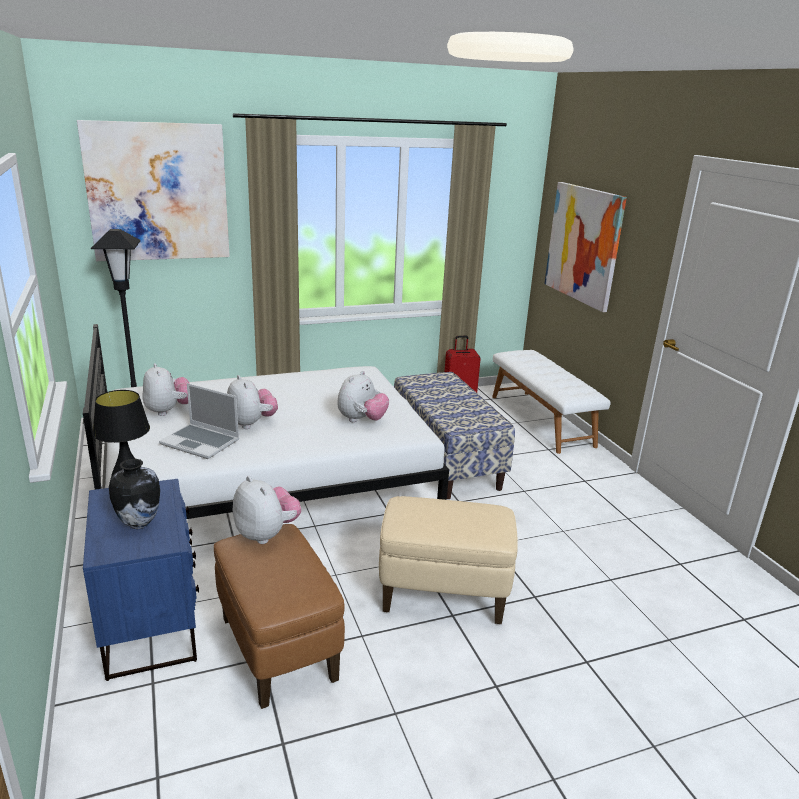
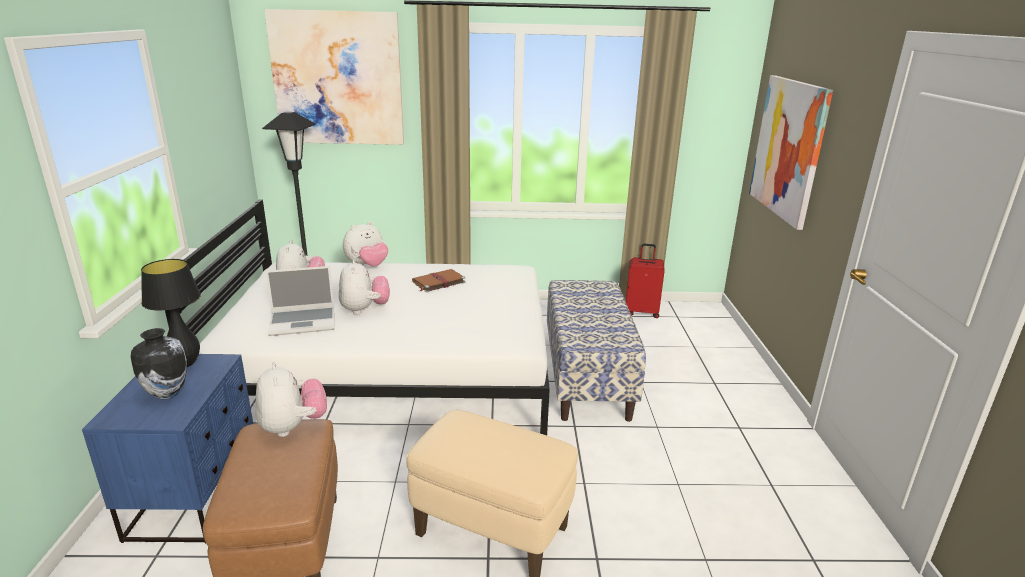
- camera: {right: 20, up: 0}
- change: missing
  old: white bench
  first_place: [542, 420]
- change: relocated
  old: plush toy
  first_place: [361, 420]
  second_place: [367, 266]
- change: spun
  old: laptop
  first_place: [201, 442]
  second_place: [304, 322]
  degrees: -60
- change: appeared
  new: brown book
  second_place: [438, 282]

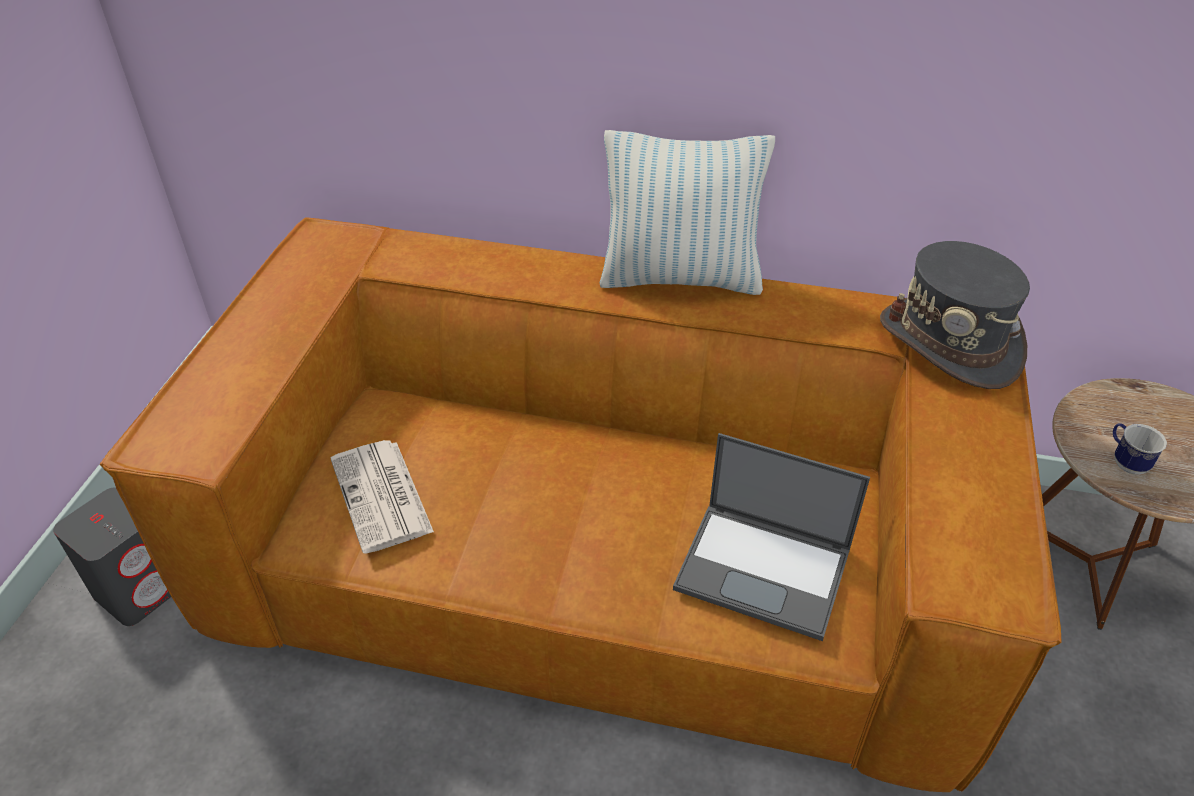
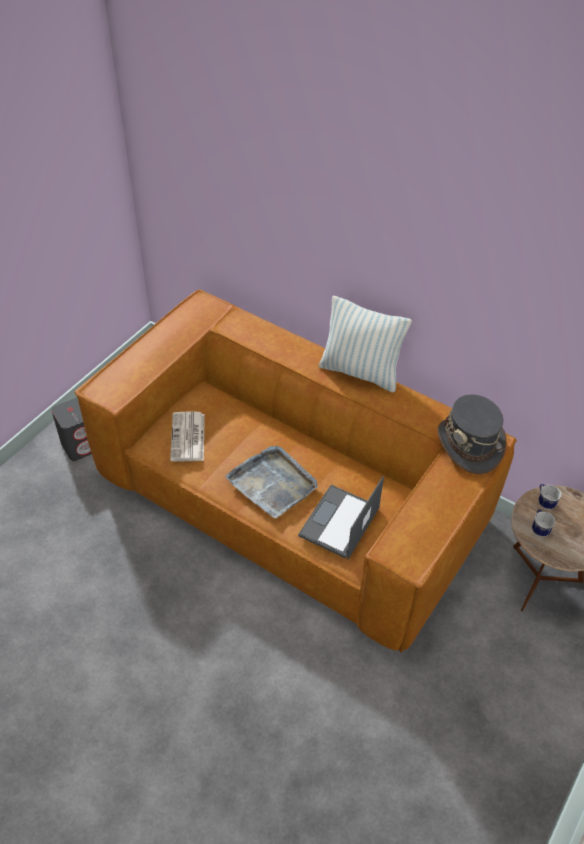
- camera: {right: 20, up: 5}
- change: spun
  old: laptop
  first_place: [765, 569]
  second_place: [339, 523]
  degrees: 75
- change: appeared
  new: grey tray
  second_place: [273, 483]
- change: appeared
  new: mug
  second_place: [544, 502]

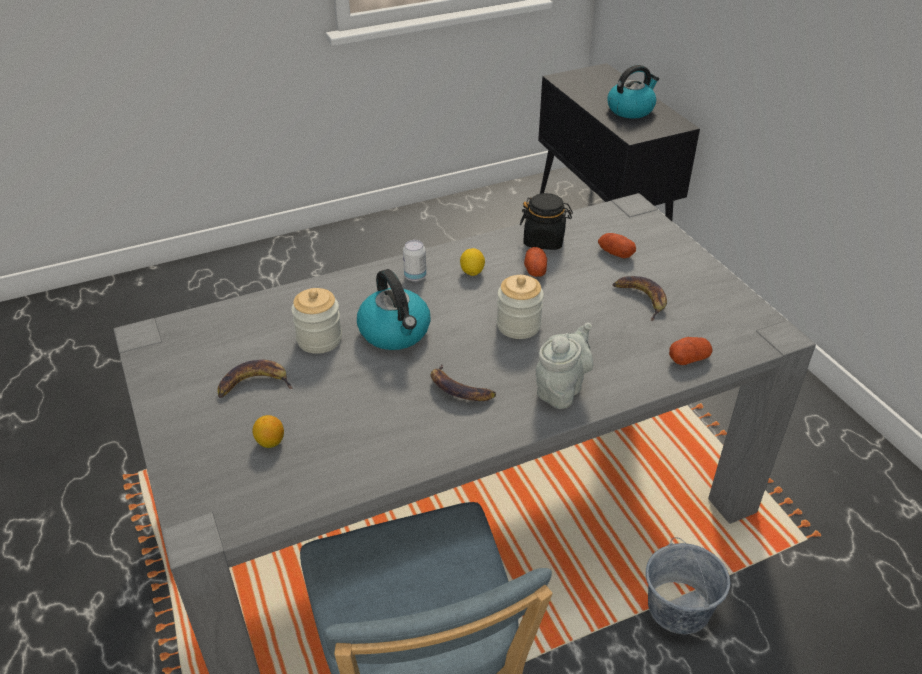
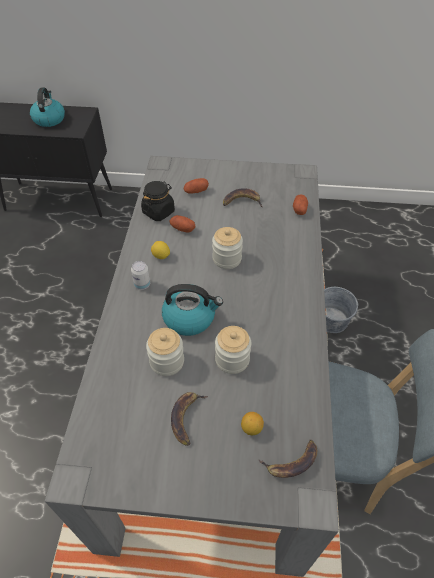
- camera: {right: -60, up: 10}
- change: missing
  old: grey teapot
  first_place: [561, 389]
- change: relocated
  old: banana
  first_place: [459, 389]
  second_place: [291, 462]
- change: appeared
  new: jar
  second_place: [232, 359]

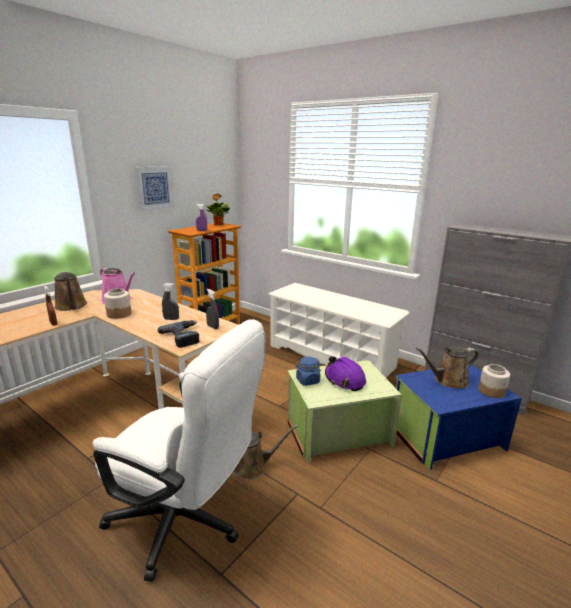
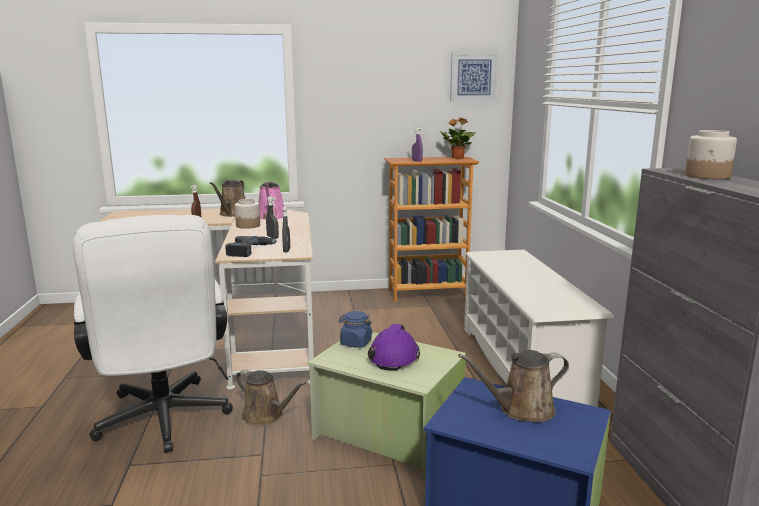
- camera: {right: 45, up: -5}
- change: relocated
  old: picture
  first_place: [154, 188]
  second_place: [473, 77]
- change: spun
  old: brown watering can
  first_place: [448, 381]
  second_place: [521, 410]
  degrees: -45
- change: relocated
  old: jar
  first_place: [492, 391]
  second_place: [707, 176]

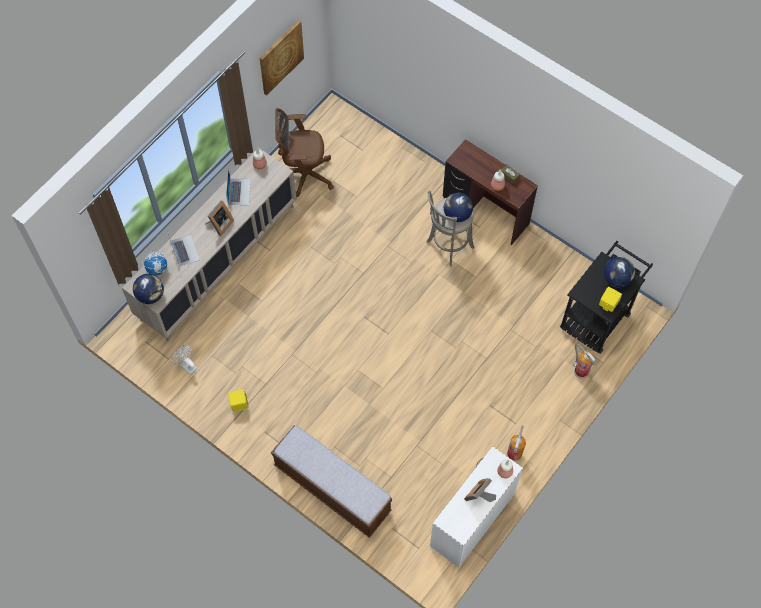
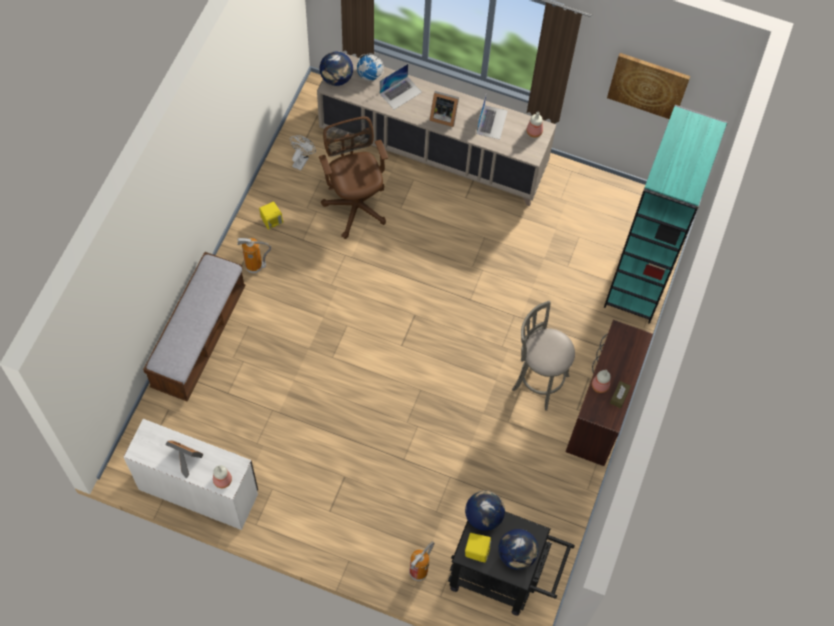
- camera: {right: 70, up: 0}
- change: relocated
  old: brown office chair
  first_place: [303, 174]
  second_place: [355, 203]
- change: spun
  old: laptop
  first_place: [239, 191]
  second_place: [492, 122]
  degrees: -60
- change: relocated
  old: globe
  first_place: [457, 214]
  second_place: [483, 516]
- change: relocated
  old: fire extinguisher
  first_place: [514, 454]
  second_place: [255, 267]
- change: appeared
  new: turquoise bookcase
  second_place: [640, 277]

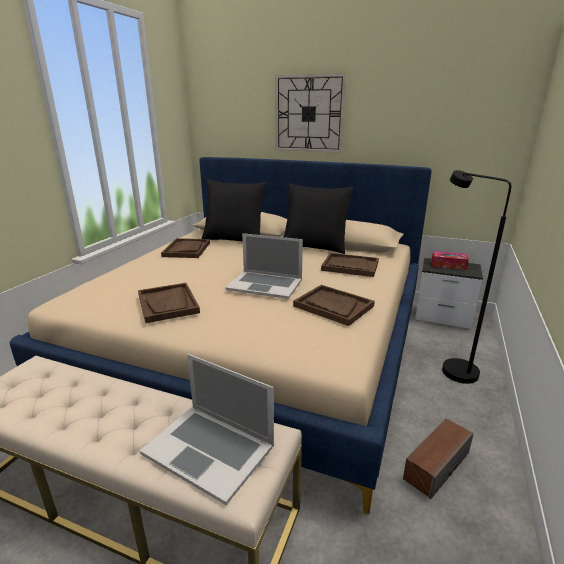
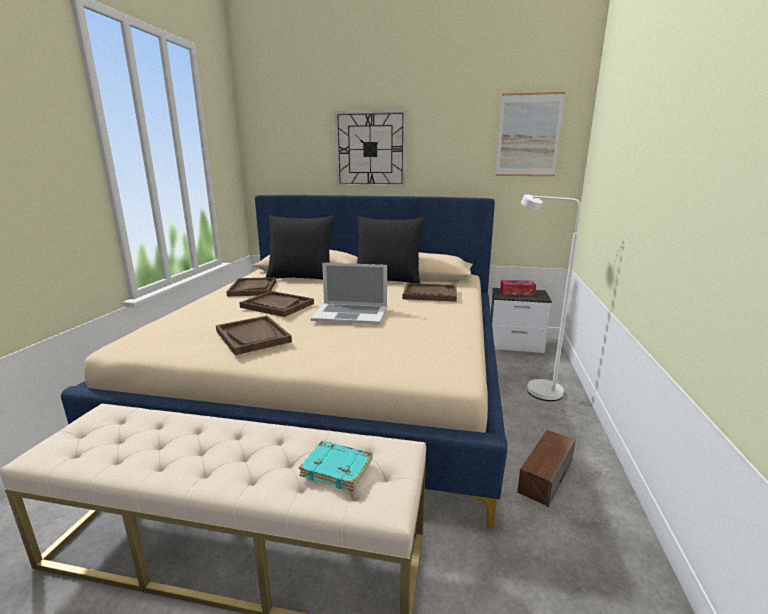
- camera: {right: -10, up: -5}
- change: colour
  old: black floor lamp
  new: white floor lamp
  first_place: [451, 367]
  second_place: [535, 388]
- change: relocated
  old: brown tray
  first_place: [333, 306]
  second_place: [277, 305]
- change: exchanged
  old: laptop
  new: turquoise book
  first_place: [209, 449]
  second_place: [338, 468]
- change: appeared
  new: picture
  second_place: [528, 135]

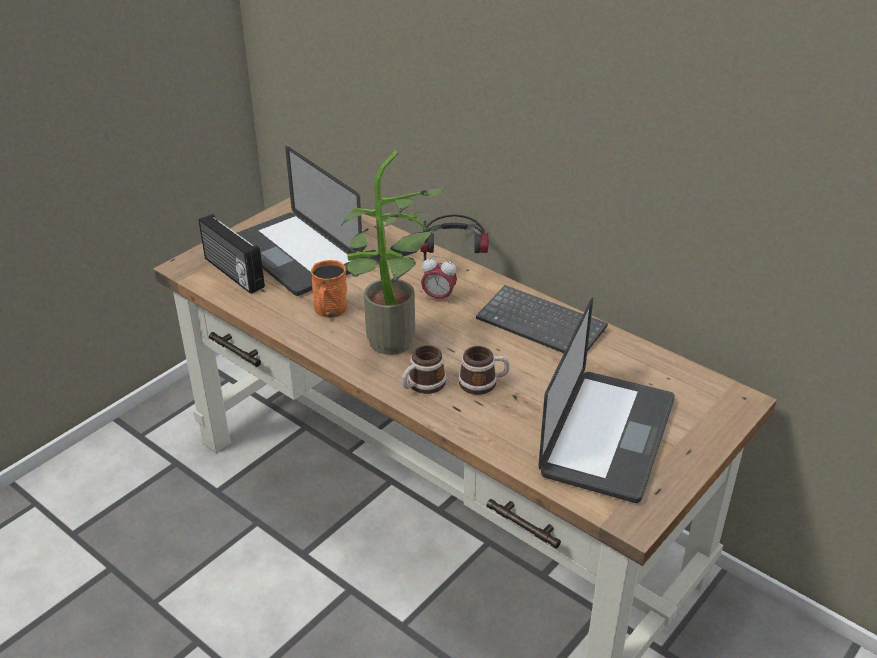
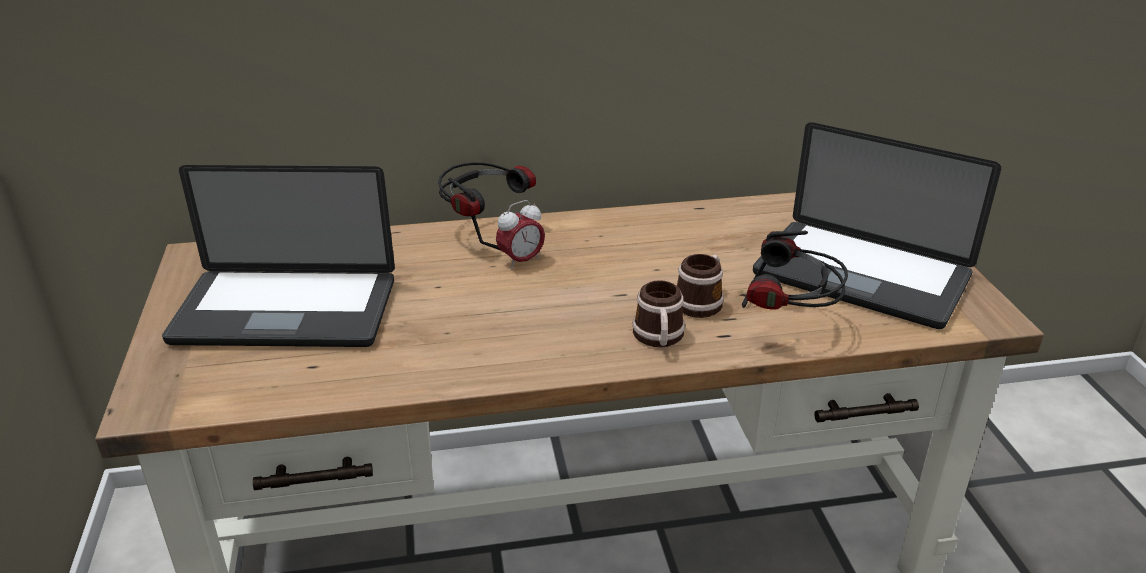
- camera: {right: -50, up: -5}
- change: missing
  old: potted plant
  first_place: [391, 345]
- change: missing
  old: radio
  first_place: [232, 273]
- change: missing
  old: orange mug
  first_place: [329, 311]
- change: missing
  old: keyboard
  first_place: [543, 324]
- change: spun
  old: laptop
  first_place: [608, 436]
  second_place: [861, 276]
  degrees: 150
- change: appeared
  new: headphones
  second_place: [787, 325]

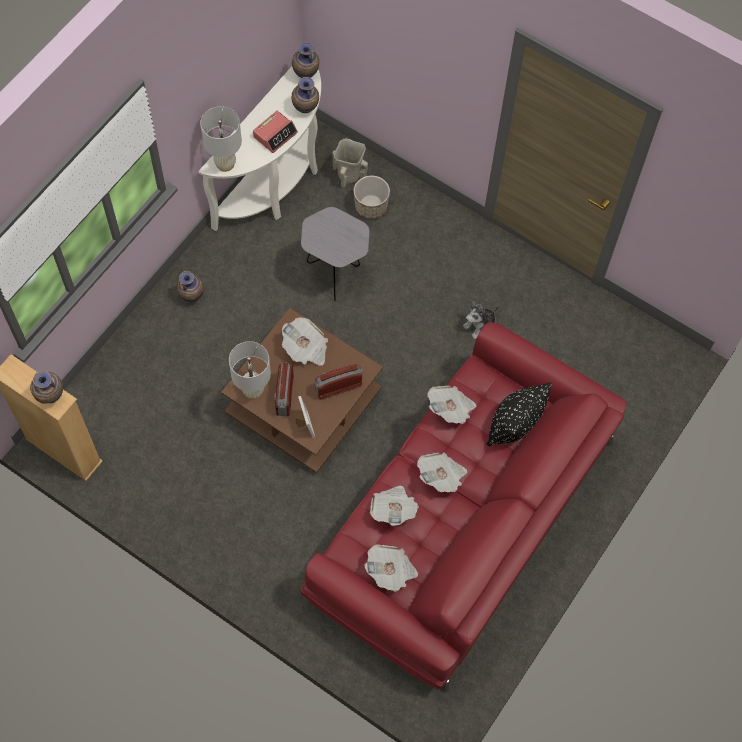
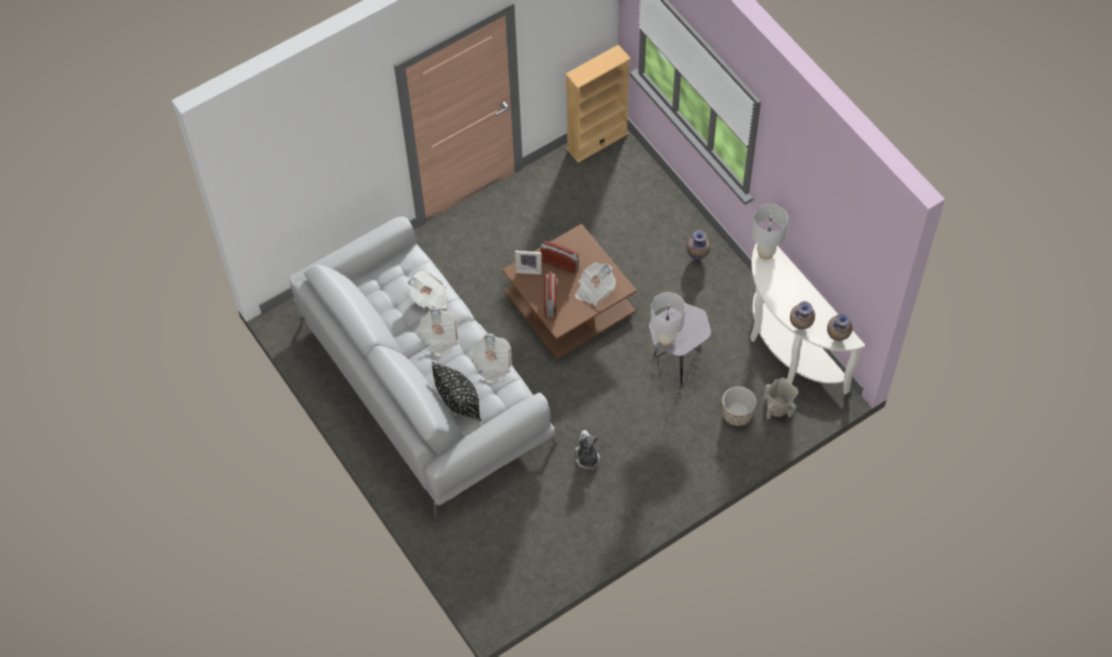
- camera: {right: 115, up: -5}
- change: missing
  old: alarm clock
  first_place: [275, 134]
- change: colour
  old: red sofa
  new: grey sofa
  first_place: [461, 520]
  second_place: [423, 381]
- change: relocated
  old: white table lamp
  first_place: [253, 391]
  second_place: [665, 338]
- change: missing
  old: vase
  first_place: [51, 398]
- change: missing
  old: newspaper
  first_place: [391, 571]

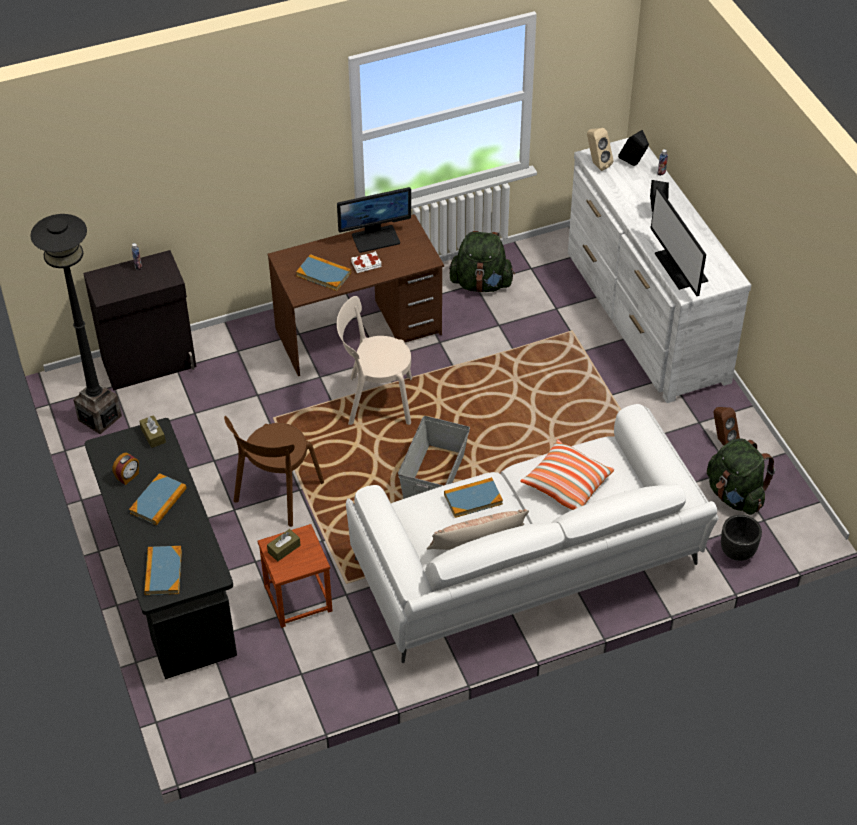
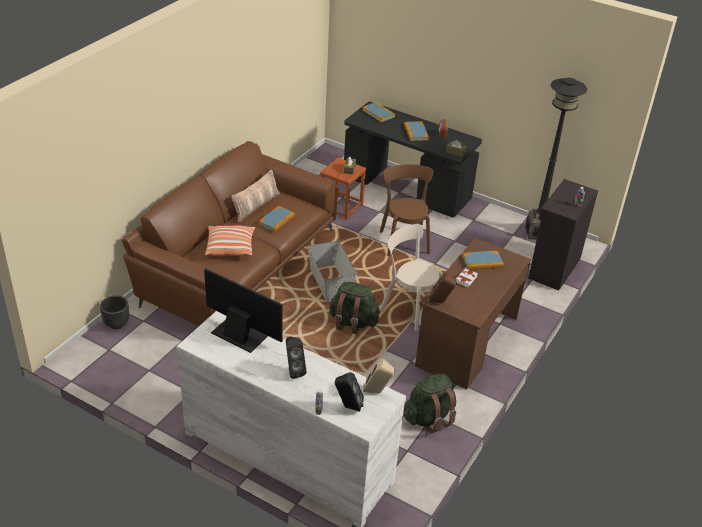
- camera: {right: 140, up: -10}
- change: missing
  old: monitor
  first_place: [376, 238]
- change: spun
  old: beige chair
  first_place: [376, 401]
  second_place: [408, 307]
  degrees: -105
- change: colour
  old: white sofa
  new: brown sofa
  first_place: [527, 567]
  second_place: [238, 265]
- change: relocated
  old: brown speaker
  first_place: [722, 440]
  second_place: [440, 302]
- change: relocated
  old: green backpack
  first_place: [735, 495]
  second_place: [352, 322]

